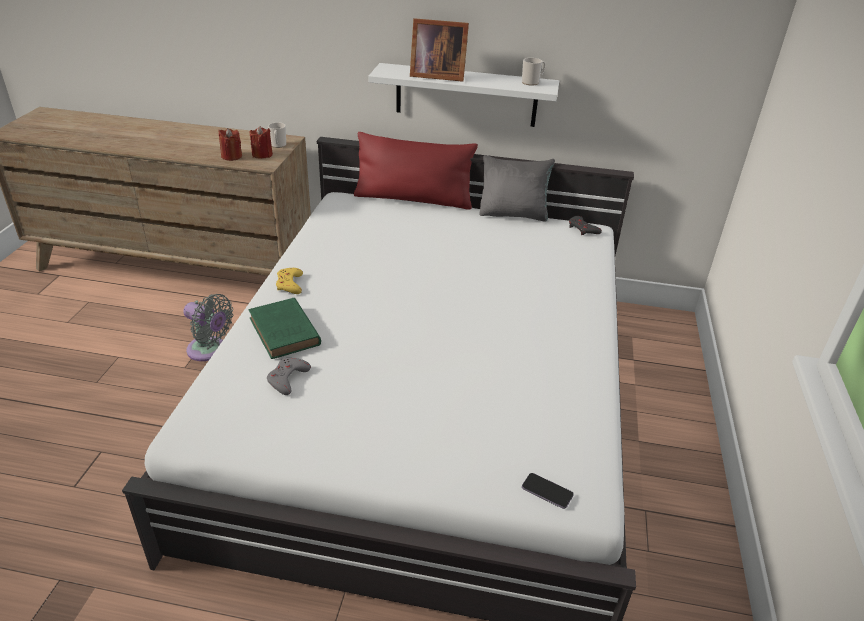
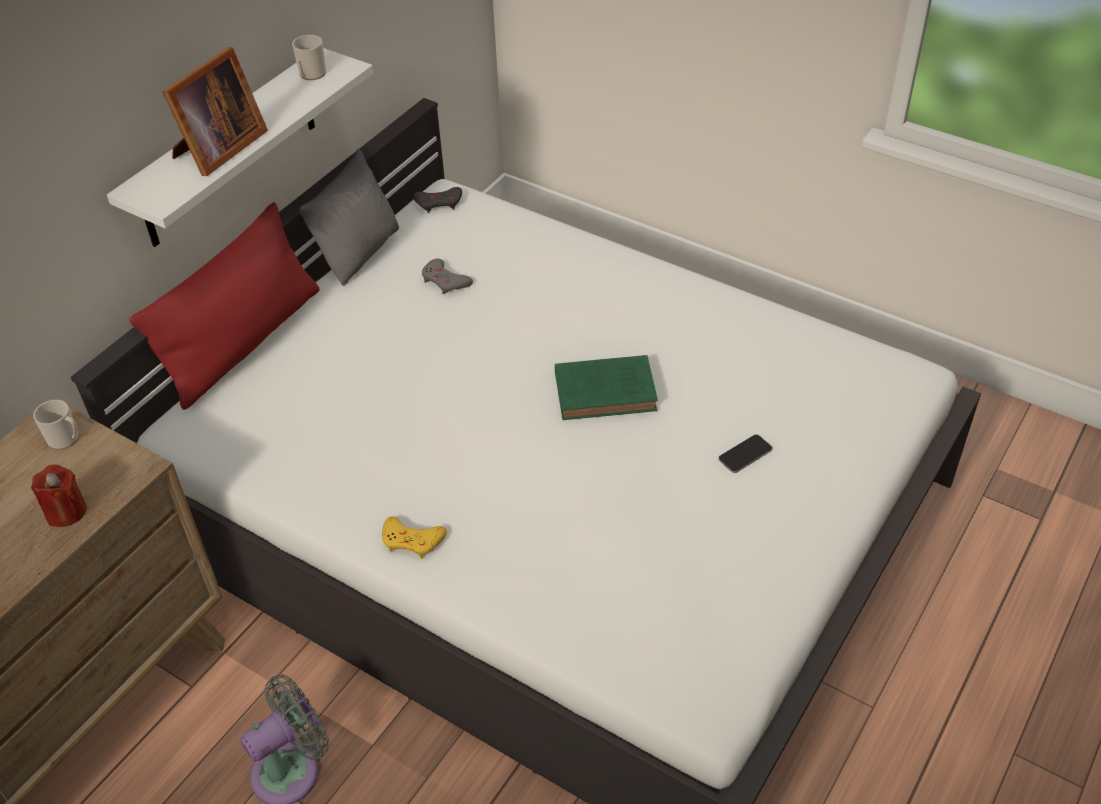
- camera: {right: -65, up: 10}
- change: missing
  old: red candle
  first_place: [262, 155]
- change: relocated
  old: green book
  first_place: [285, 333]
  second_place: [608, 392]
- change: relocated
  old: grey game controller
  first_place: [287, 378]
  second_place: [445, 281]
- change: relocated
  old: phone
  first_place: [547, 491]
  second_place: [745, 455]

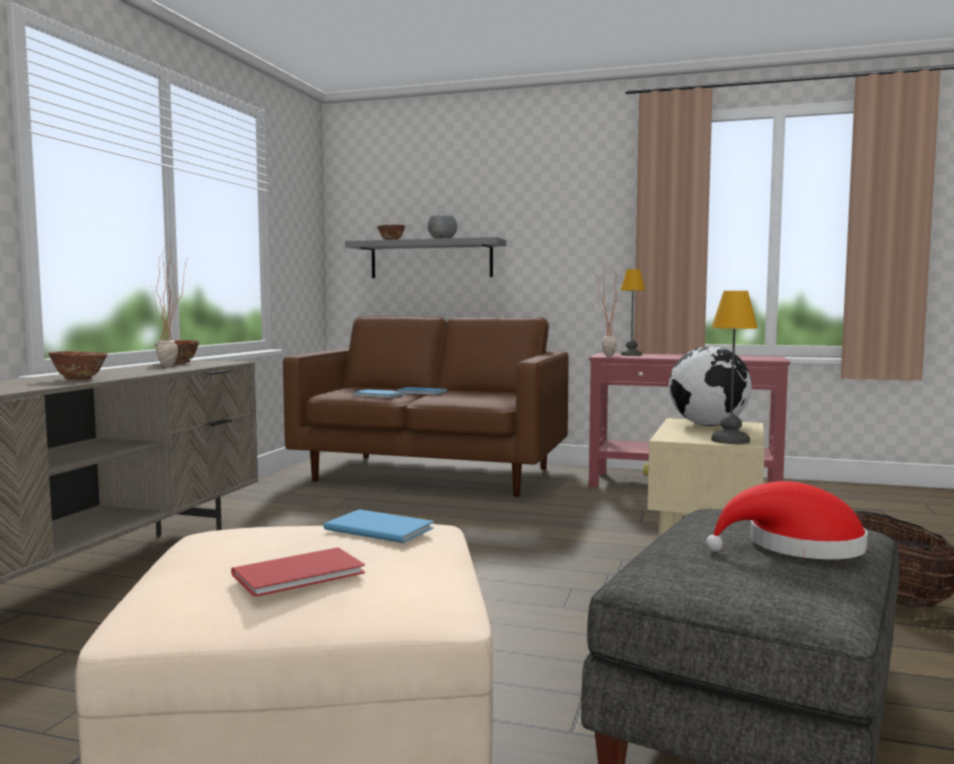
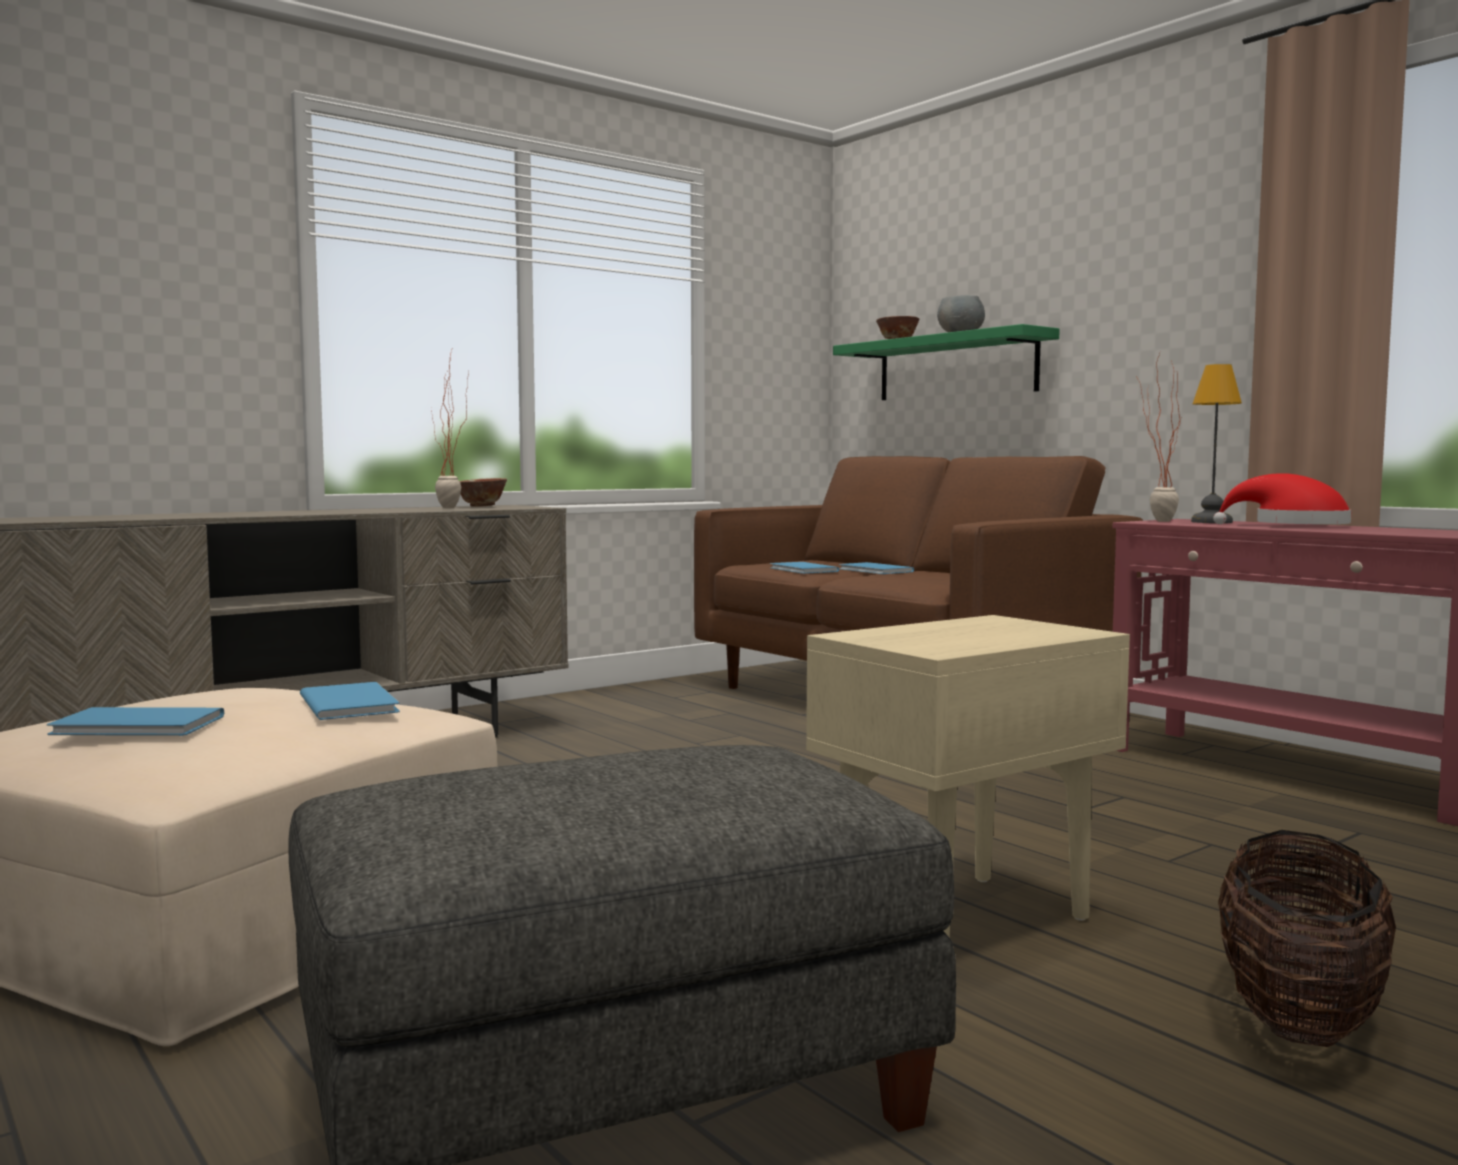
- camera: {right: 35, up: 0}
- change: colour
  old: grey shelf
  new: green shelf
  first_place: [431, 259]
  second_place: [956, 367]
- change: missing
  old: table lamp
  first_place: [731, 441]
- change: missing
  old: globe
  first_place: [708, 425]
- change: missing
  old: bowl
  first_place: [79, 379]
- change: relocated
  old: red hat
  first_place: [796, 547]
  second_place: [1293, 525]
- change: colour
  old: red book
  new: blue book
  first_place: [303, 574]
  second_place: [140, 726]

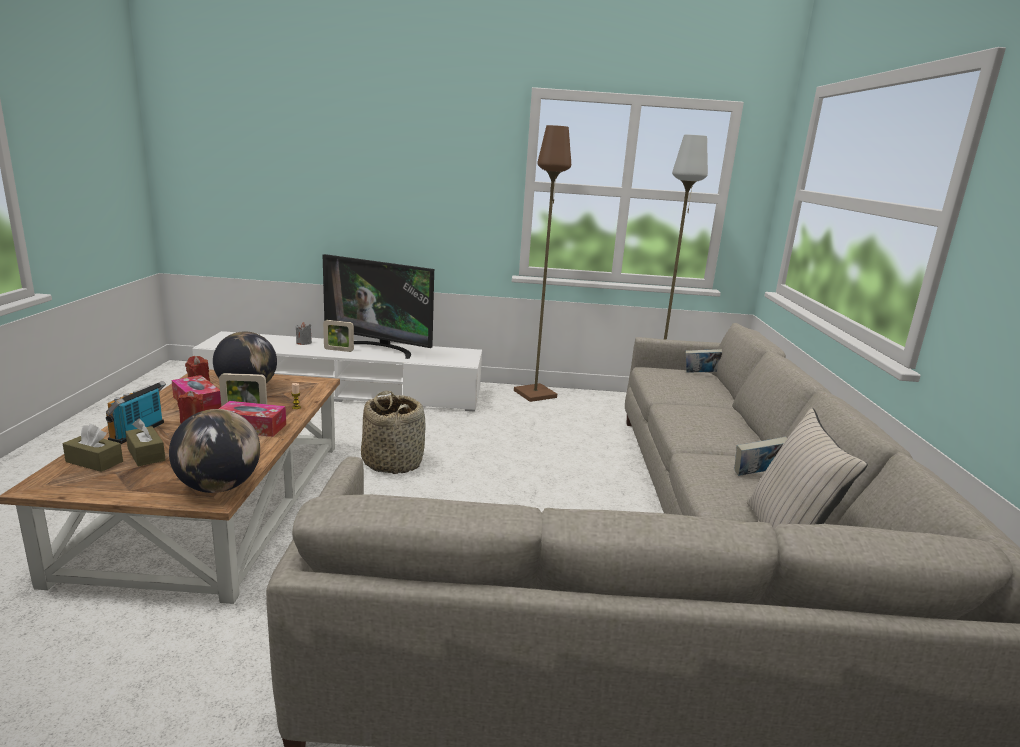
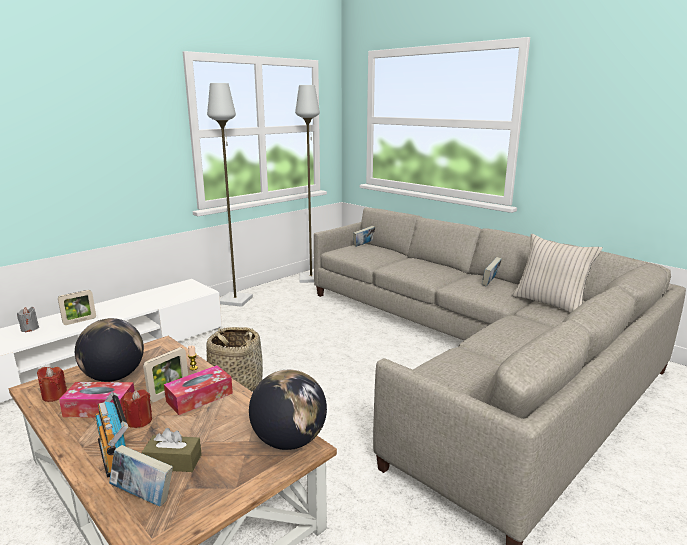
- camera: {right: -45, up: 0}
- change: colour
  old: brown floor lamp
  new: grey floor lamp
  first_place: [536, 394]
  second_place: [236, 300]
- change: missing
  old: television
  first_place: [380, 348]
- change: exchanged
  old: brown tissue box
  new: book
  first_place: [94, 462]
  second_place: [143, 495]

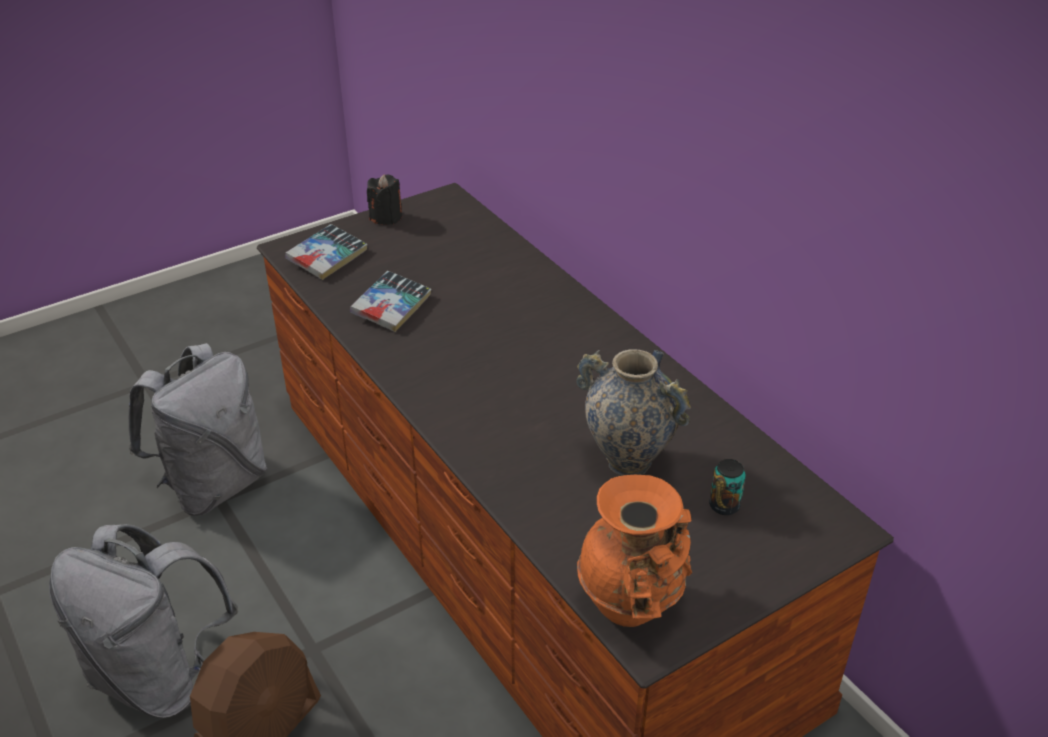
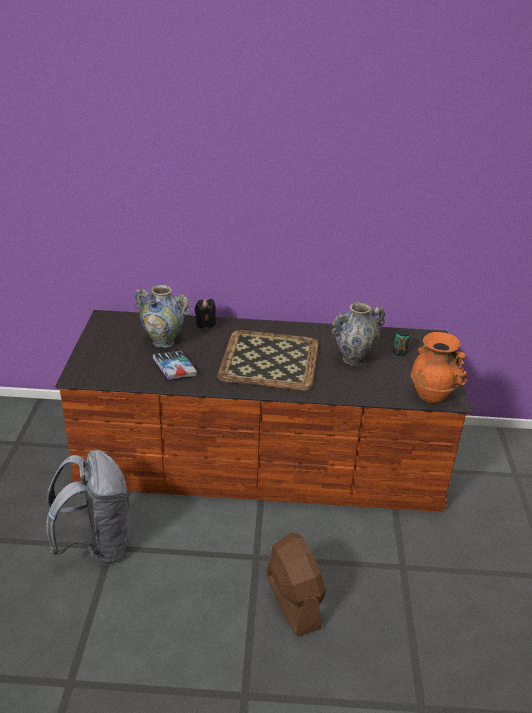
- camera: {right: -55, up: -5}
- change: relocated
  old: black candle
  first_place: [386, 217]
  second_place: [205, 324]
- change: missing
  old: book
  first_place: [327, 258]
- change: missing
  old: grey backpack
  first_place: [160, 676]
- change: appeared
  new: vase
  second_place: [163, 342]
- change: appeared
  new: tray
  second_place: [269, 360]

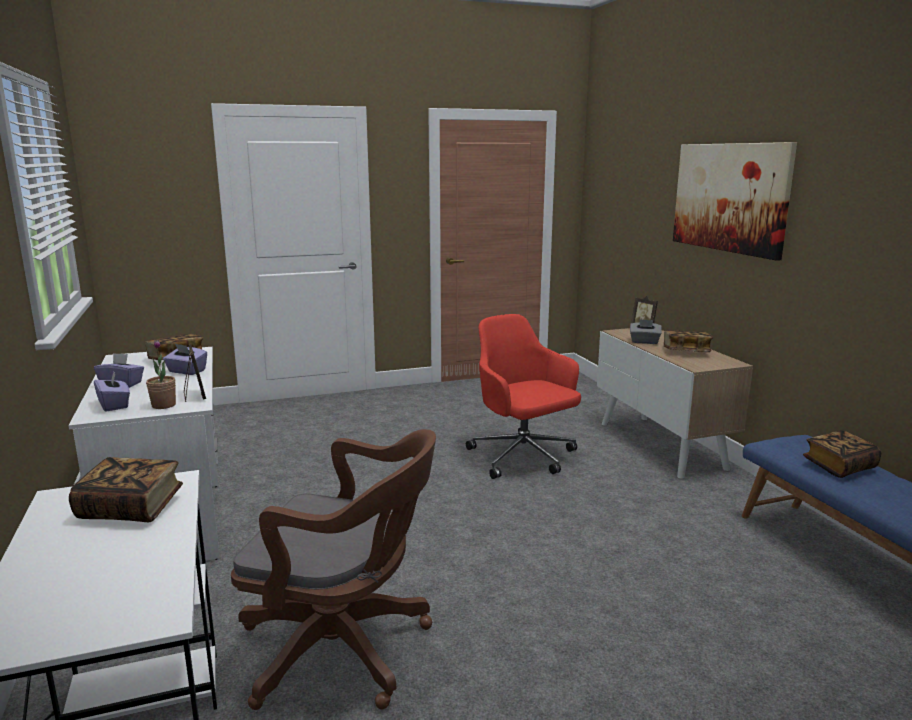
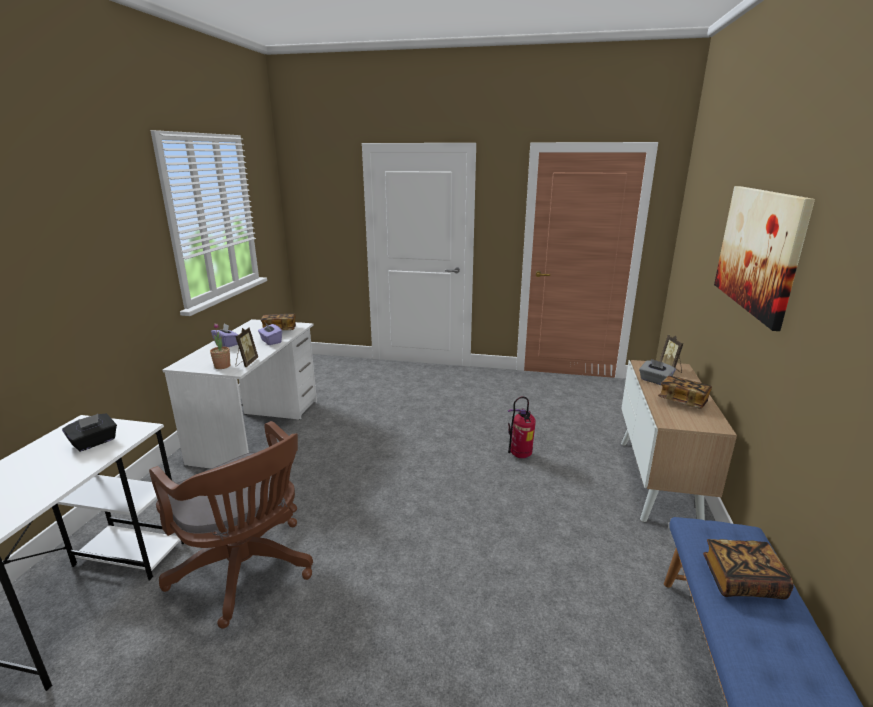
- camera: {right: 30, up: 5}
- change: exchanged
  old: red office chair
  new: fire extinguisher
  first_place: [523, 457]
  second_place: [520, 456]
- change: missing
  old: purple tissue box
  first_place: [114, 405]
- change: exchanged
  old: book
  new: black tissue box
  first_place: [131, 508]
  second_place: [94, 442]

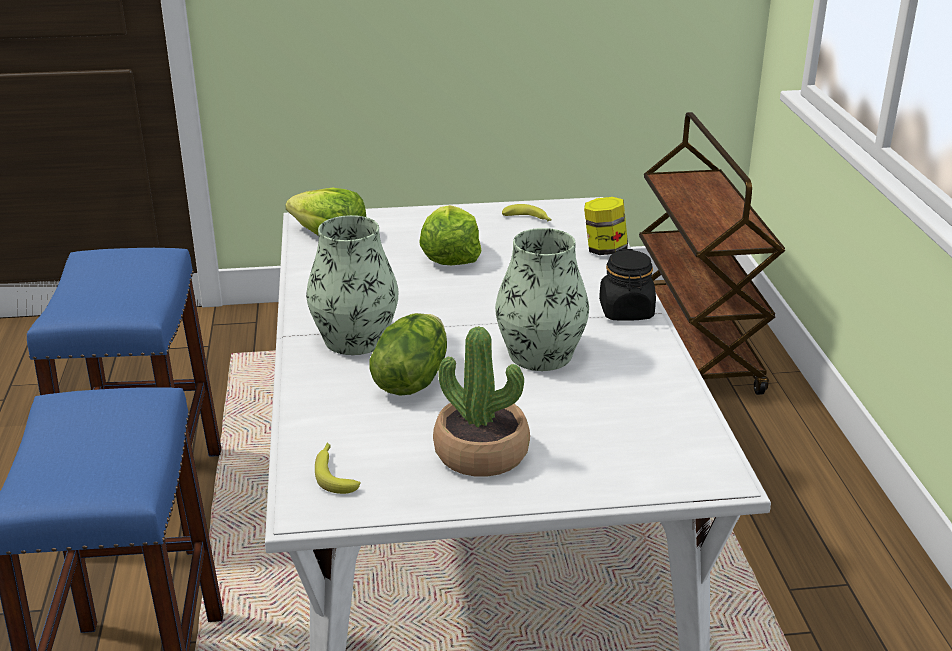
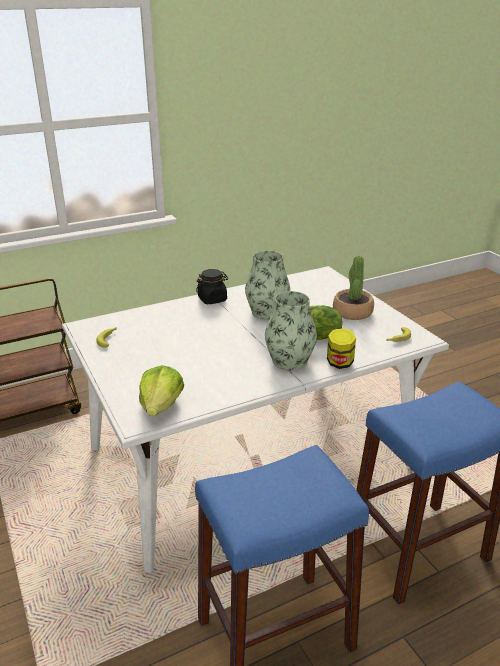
- camera: {right: -110, up: 0}
- change: relocated
  old: jar
  first_place: [604, 250]
  second_place: [339, 363]
- change: missing
  old: lettuce
  first_place: [449, 256]

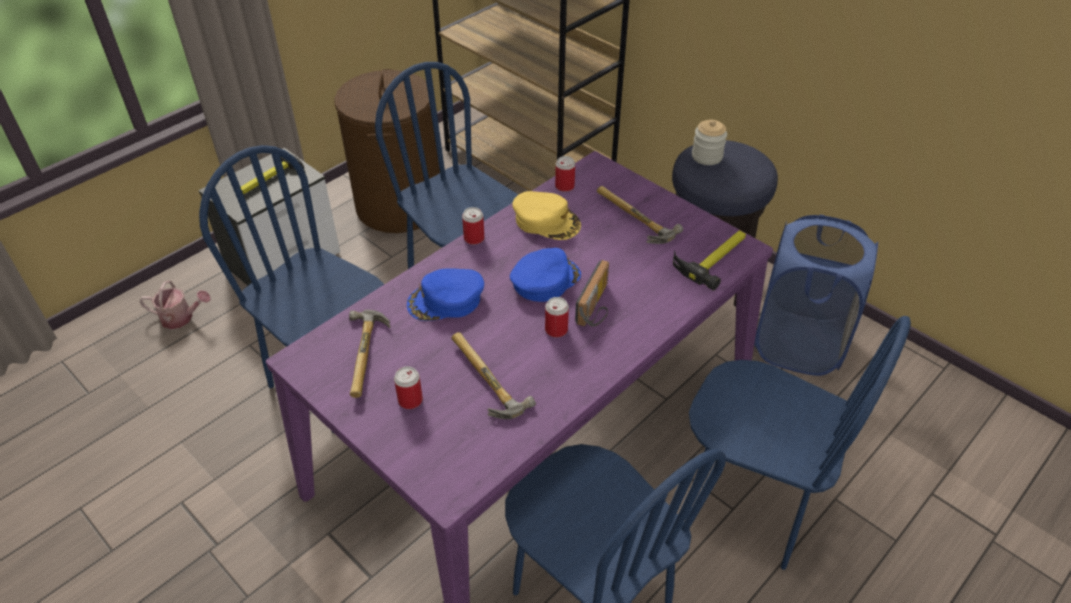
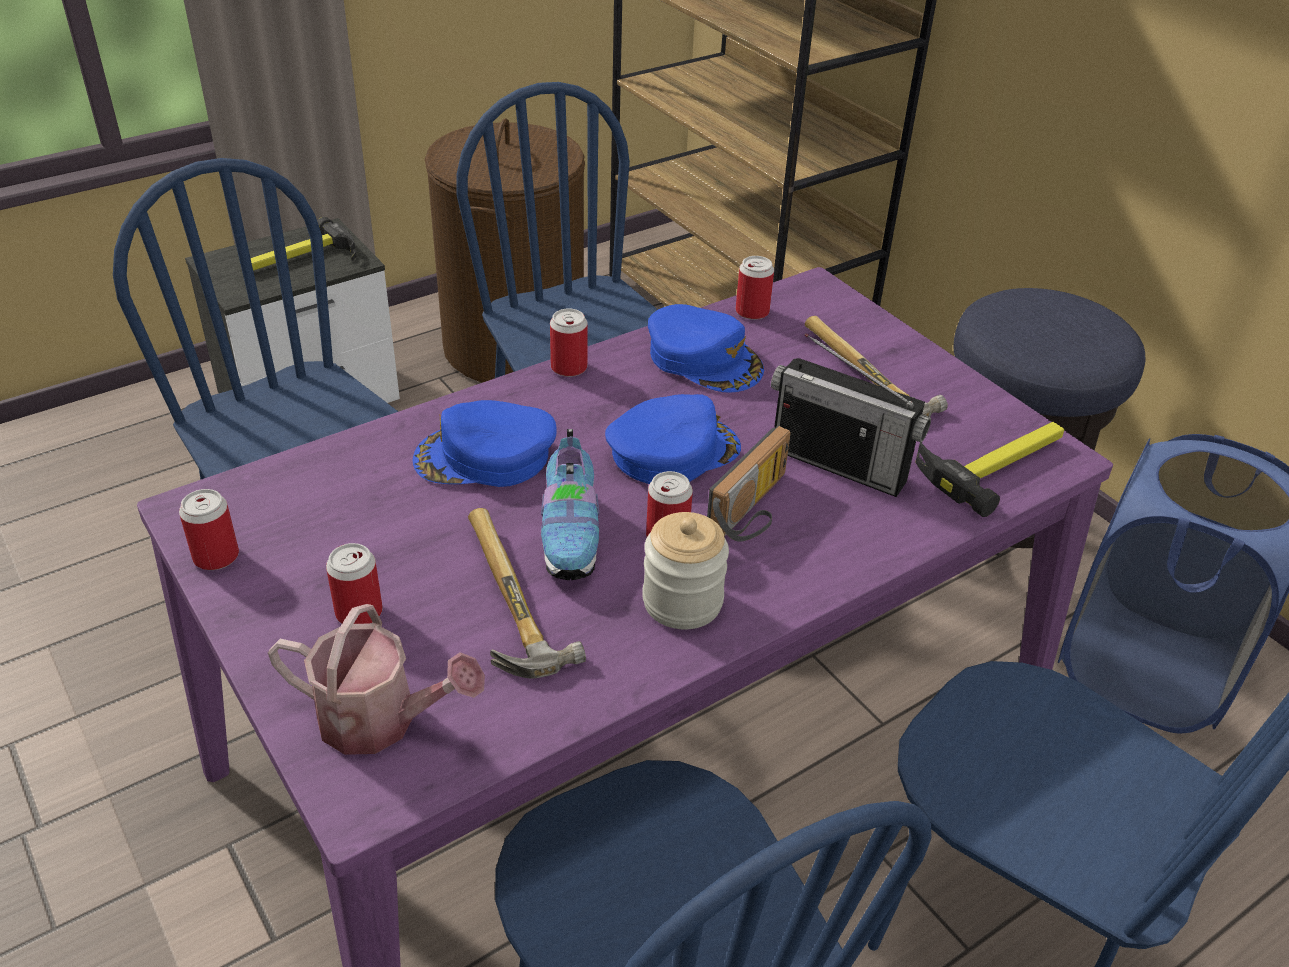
- camera: {right: 10, up: -5}
- change: relocated
  old: jar
  first_place: [707, 156]
  second_place: [682, 601]
- change: colour
  old: yellow cap
  new: blue cap
  first_place: [546, 221]
  second_place: [704, 359]
- change: relocated
  old: watering can
  first_place: [181, 318]
  second_place: [381, 720]
- change: missing
  old: hammer
  first_place: [369, 355]
- change: appeared
  new: radio
  second_place: [839, 464]
- change: appeared
  new: shoe
  second_place: [571, 536]
- change: appeared
  new: can
  second_place: [216, 556]

